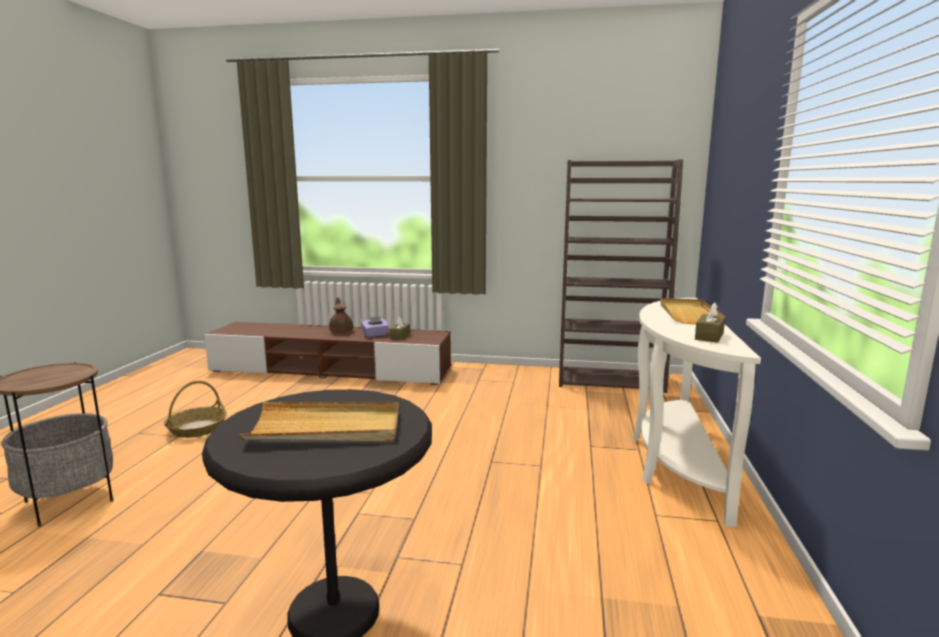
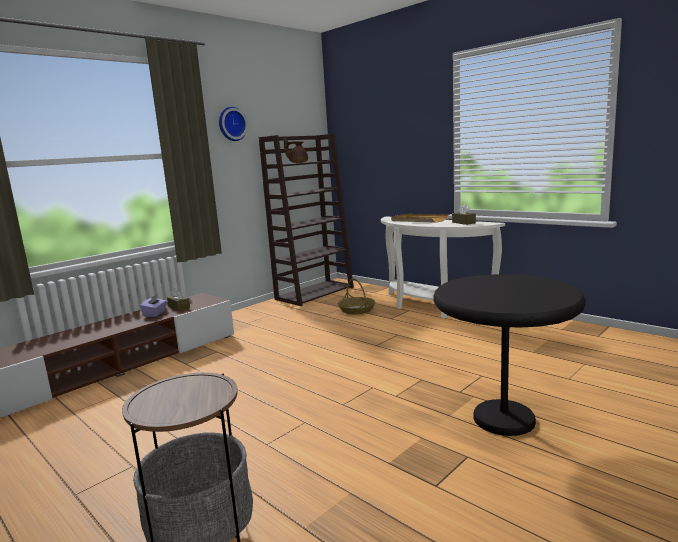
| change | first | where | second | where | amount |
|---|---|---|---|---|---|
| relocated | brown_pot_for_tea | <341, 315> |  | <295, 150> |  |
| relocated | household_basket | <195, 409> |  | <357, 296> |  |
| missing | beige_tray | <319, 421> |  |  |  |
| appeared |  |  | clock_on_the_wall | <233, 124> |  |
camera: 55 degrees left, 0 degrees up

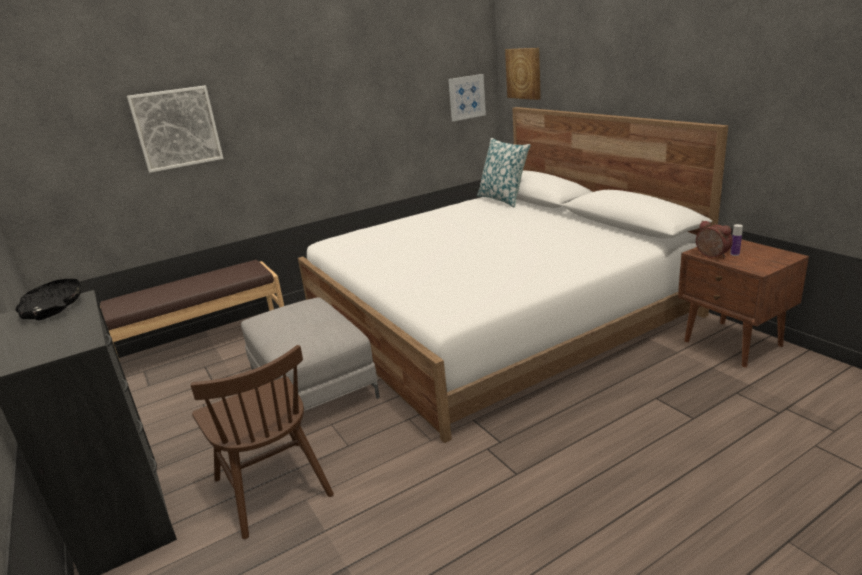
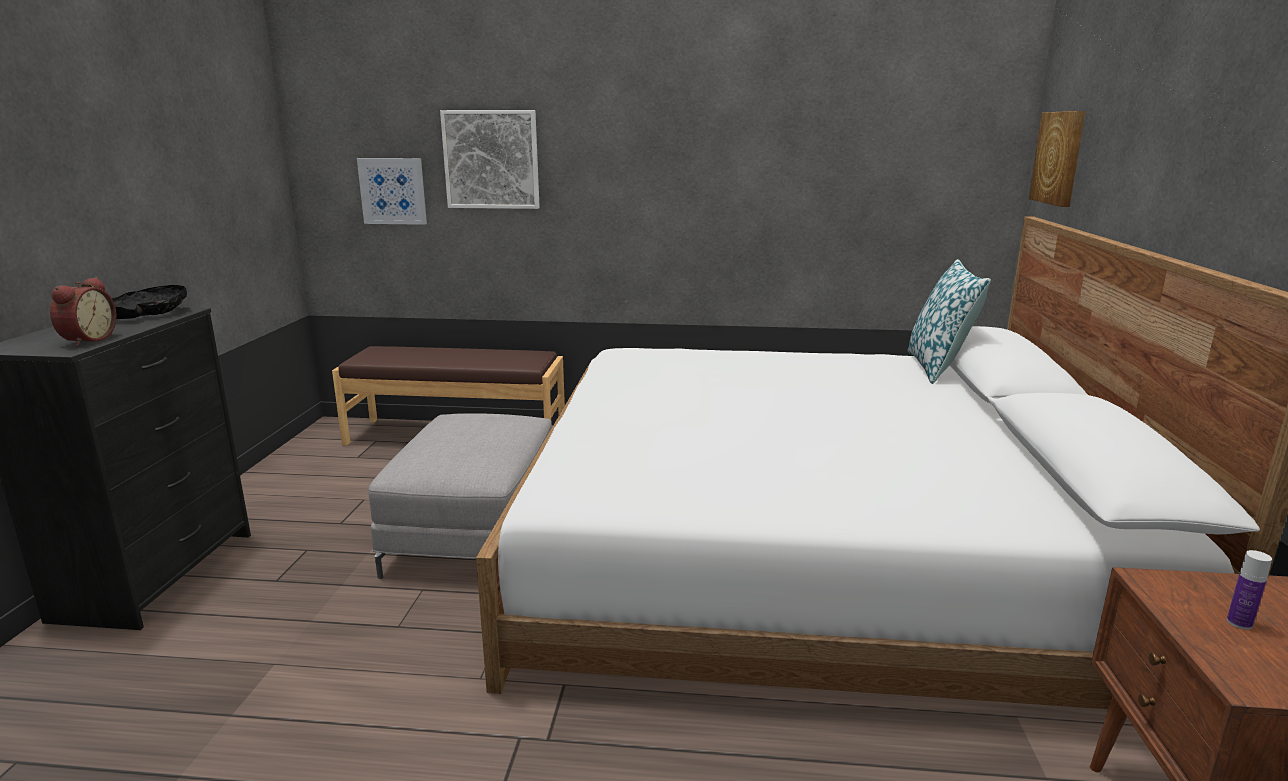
| change | first | where | second | where | amount |
|---|---|---|---|---|---|
| relocated | wall_art | <467, 97> |  | <392, 191> |  |
| relocated | table_clock | <714, 239> |  | <83, 311> |  |
| missing | brown_upright_chair | <262, 442> |  |  |  |
camera: 35 degrees right, 5 degrees down

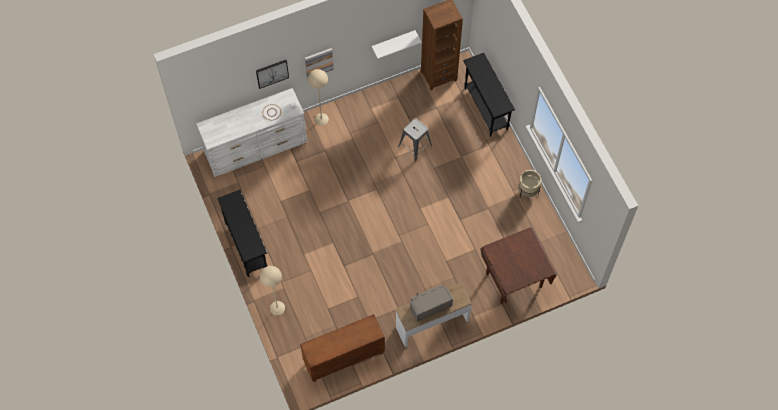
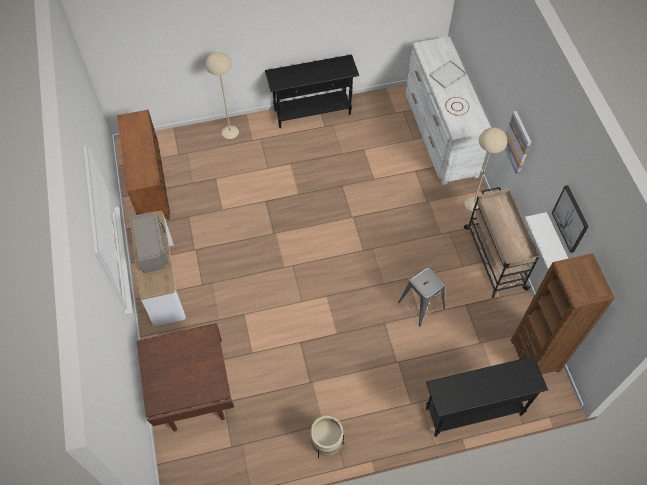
| change | first | where | second | where | amount |
|---|---|---|---|---|---|
| relocated | wall_art | <272, 74> |  | <570, 219> |  |
| appeared |  |  | white-coloured_tray | <448, 74> |  |
| appeared |  |  | beige_trolley | <502, 242> |  |
camera: 100 degrees right, 5 degrees down

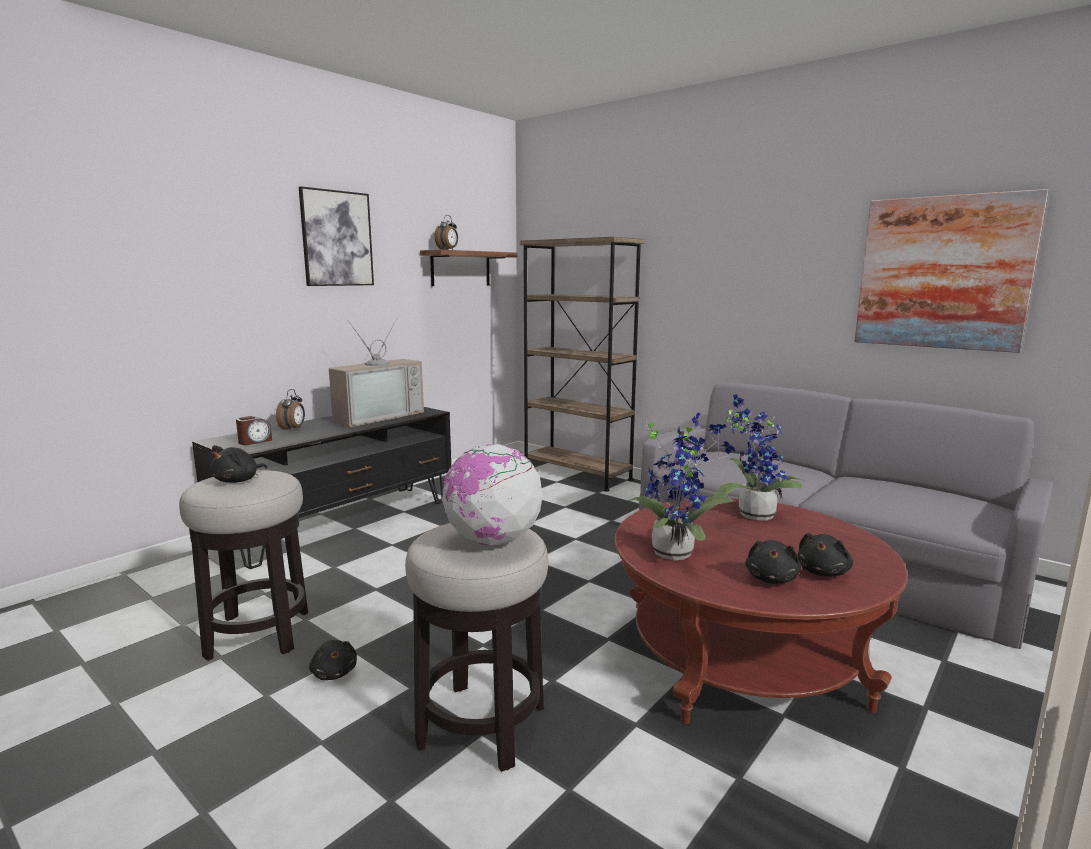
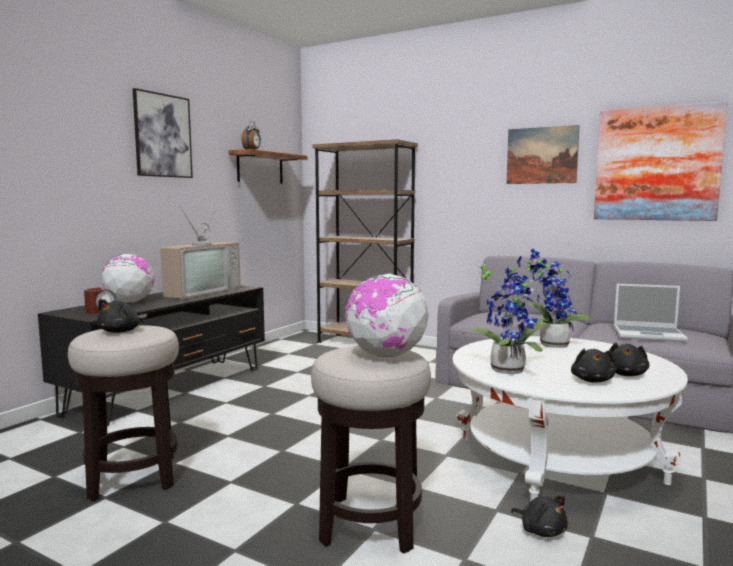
| change | first | where | second | where | amount |
|---|---|---|---|---|---|
| exchanged | table_clock | <290, 410> | globe | <128, 278> |  |
| colour | red-coloured_coffee_table | <761, 611> | white-coloured_coffee_table | <570, 419> |  |
| relocated | black-coloured_soft_toy | <333, 660> |  | <539, 516> |  |
| appeared |  |  | wall_art | <543, 154> |  |
| appeared |  |  | portable_computer | <651, 313> |  |
camera: 10 degrees left, 5 degrees down

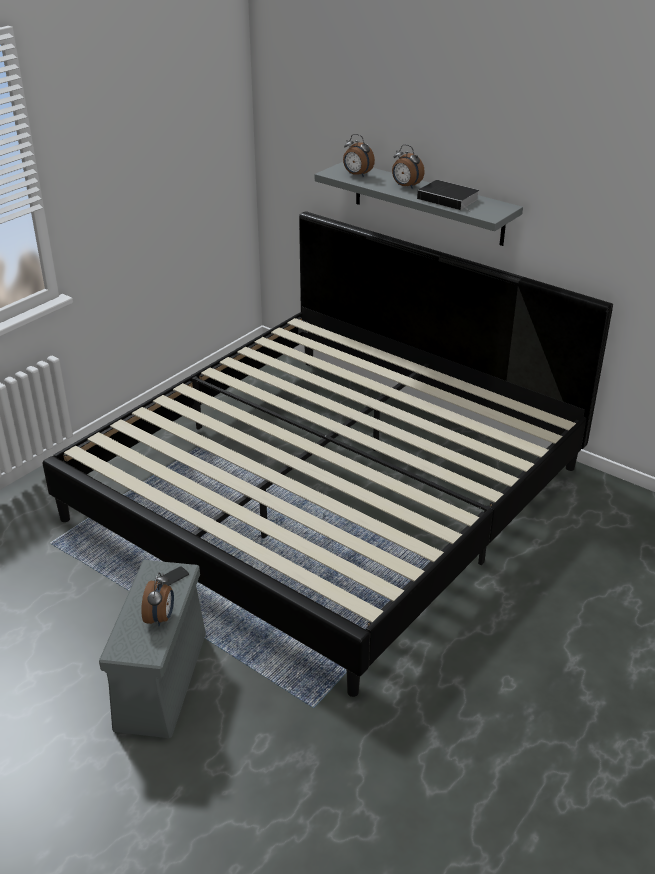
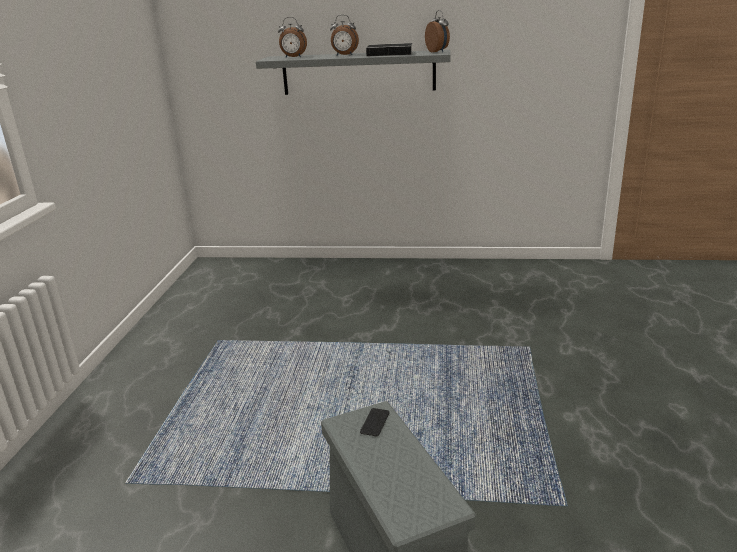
| change | first | where | second | where | amount |
|---|---|---|---|---|---|
| missing | sleeping_bed | <327, 454> |  |  |  |
| relocated | table_clock | <157, 600> |  | <437, 31> |  |
camera: 30 degrees left, 10 degrees down

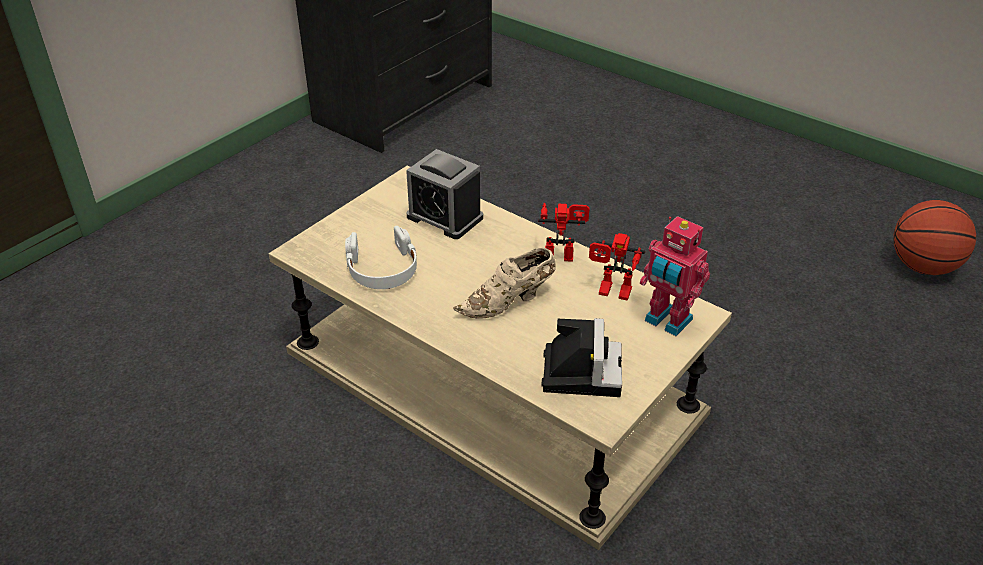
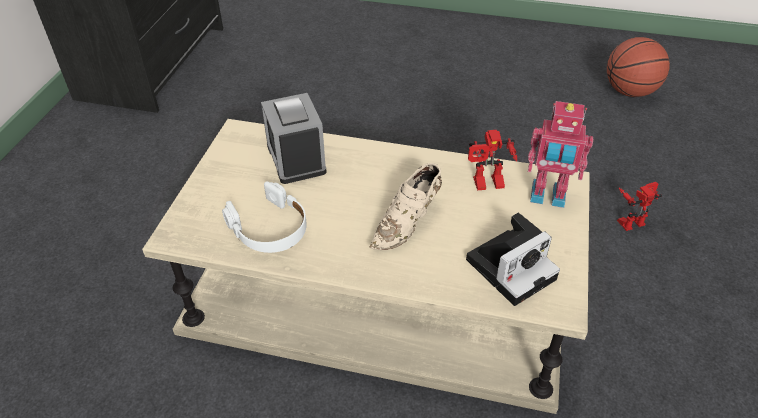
| change | first | where | second | where | amount |
|---|---|---|---|---|---|
| spun | table_clock | <444, 194> |  | <294, 138> | 60 degrees clockwise |
| relocated | robot_figure | <563, 232> |  | <639, 206> |  |
| spun | still_camera | <581, 357> |  | <513, 259> | 75 degrees clockwise |
camera: 25 degrees left, 5 degrees up

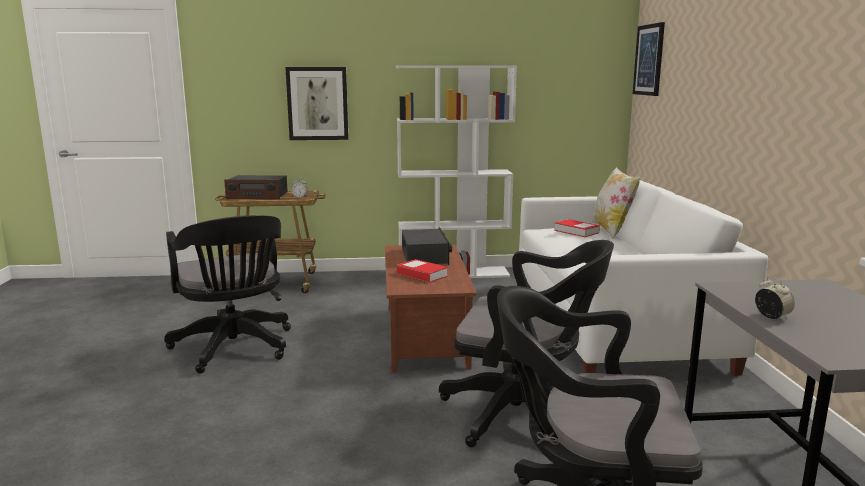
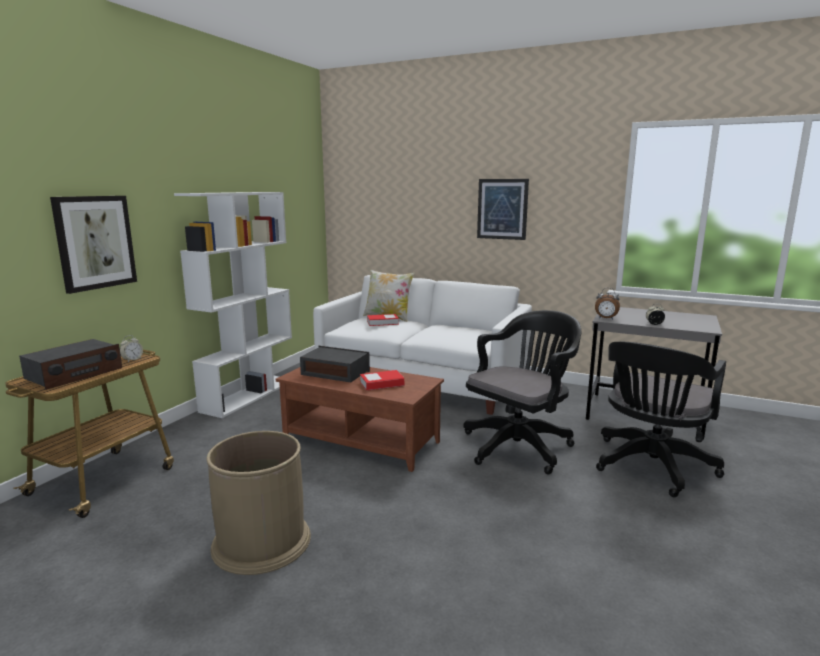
| change | first | where | second | where | amount |
|---|---|---|---|---|---|
| relocated | wall_art | <649, 59> |  | <503, 209> |  |
| exchanged | black-coloured_desk_chair | <227, 294> | brown_trash_can | <258, 503> |  |
| appeared |  |  | table_clock | <607, 304> |  |
camera: 60 degrees left, 0 degrees up

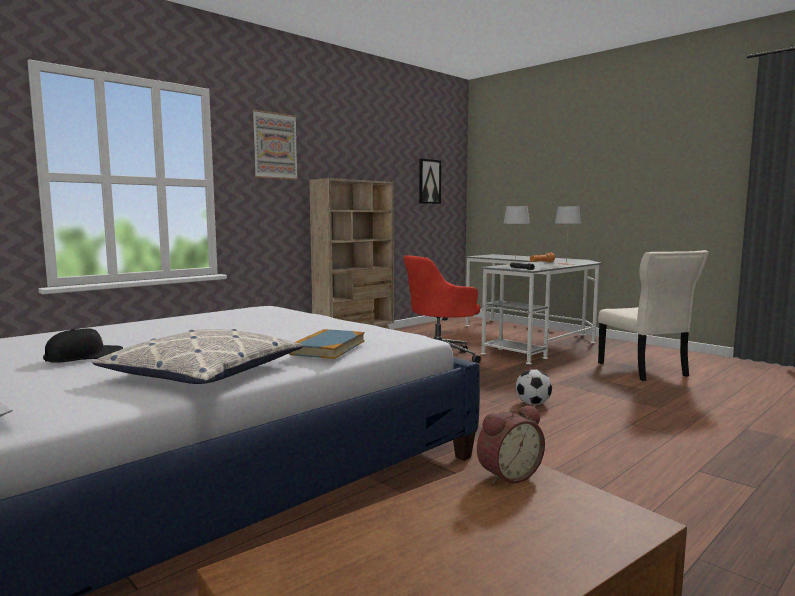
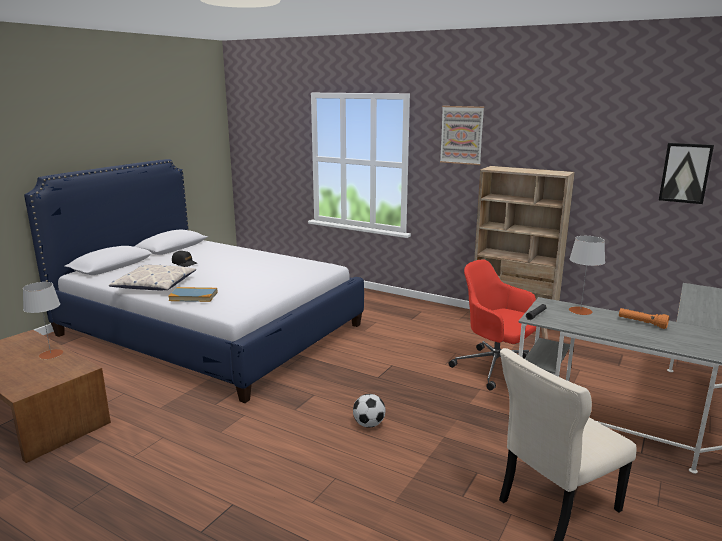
| change | first | where | second | where | amount |
|---|---|---|---|---|---|
| relocated | greyish_tabletop_lamp | <568, 235> |  | <43, 320> |  |
| missing | table_clock | <511, 445> |  |  |  |
camera: 75 degrees right, 10 degrees up

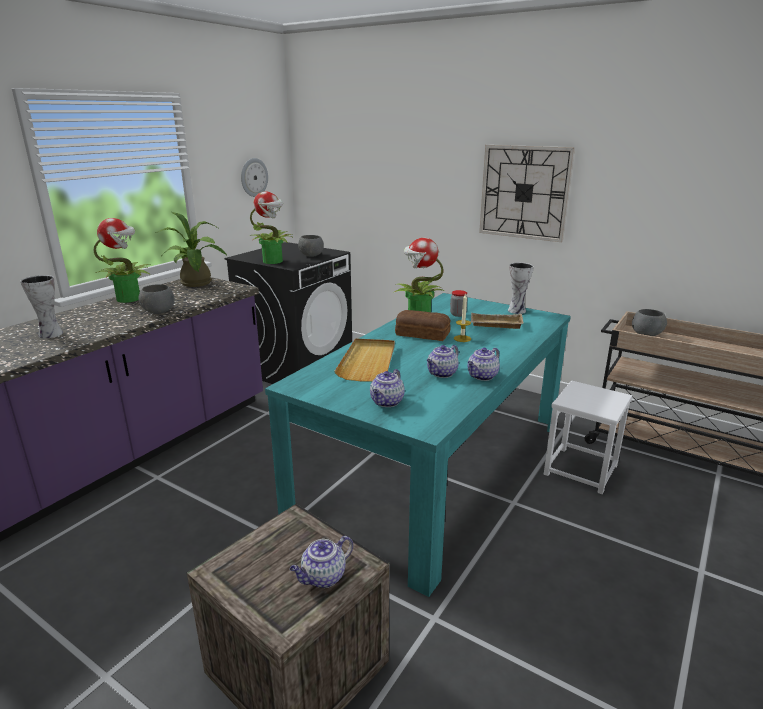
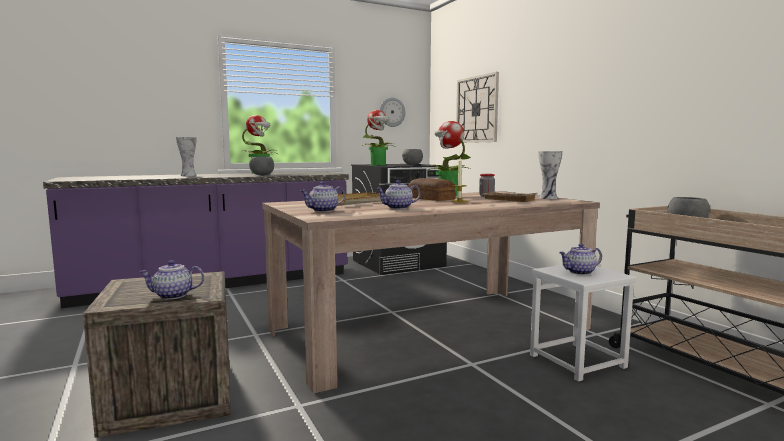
| change | first | where | second | where | amount |
|---|---|---|---|---|---|
| relocated | clock_on_the_wall | <527, 193> |  | <477, 107> |  |
| missing | plant_in_a_pot | <191, 249> |  |  |  |
| colour | turquoise_dining_table | <418, 445> | beige_dining_table | <431, 292> |  |
| relocated | pot_for_tea | <484, 364> |  | <580, 259> |  |
camera: 30 degrees right, 15 degrees down

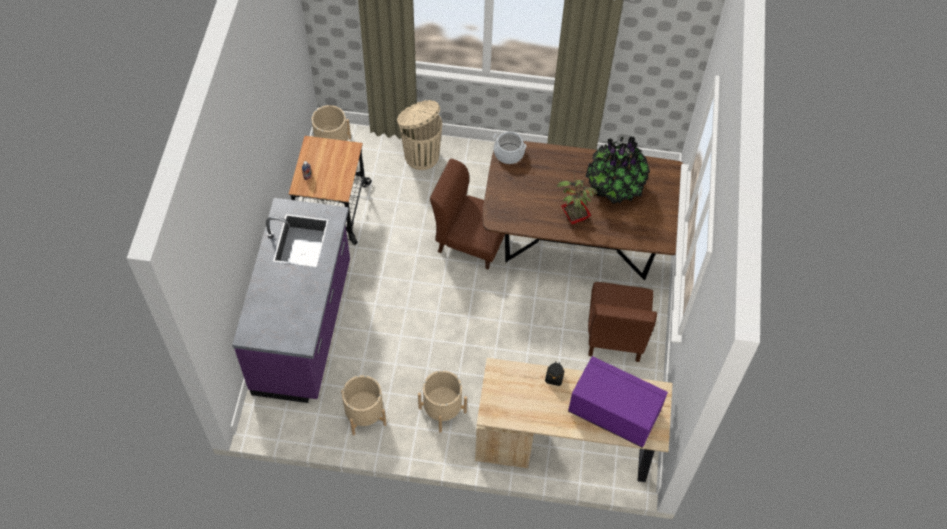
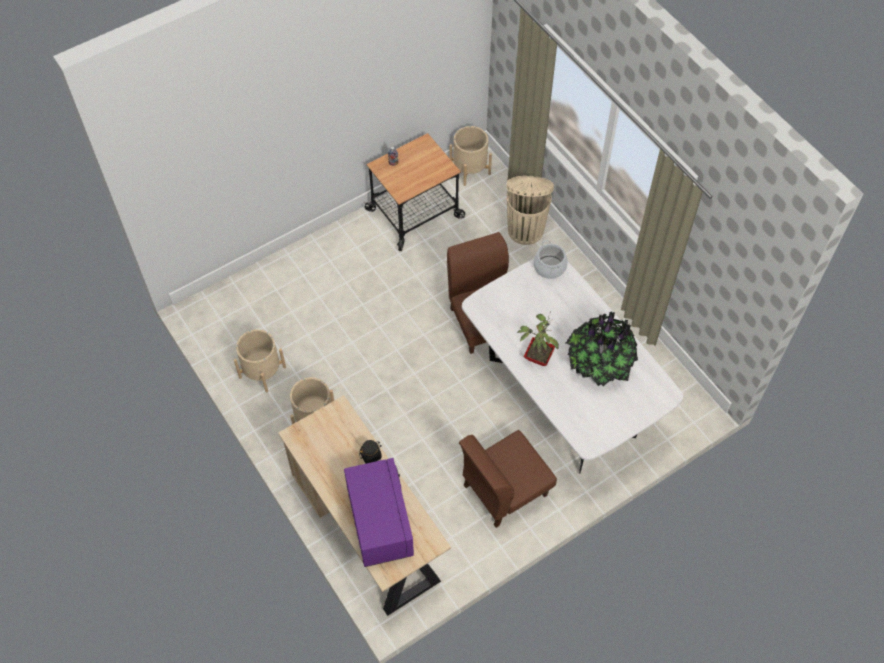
| change | first | where | second | where | amount |
|---|---|---|---|---|---|
| colour | brown_dining_table | <583, 211> | white-coloured_dining_table | <572, 366> |  |
| missing | purple-coloured_kitchen_counter | <291, 300> |  |  |  |
camera: 50 degrees right, 0 degrees up

